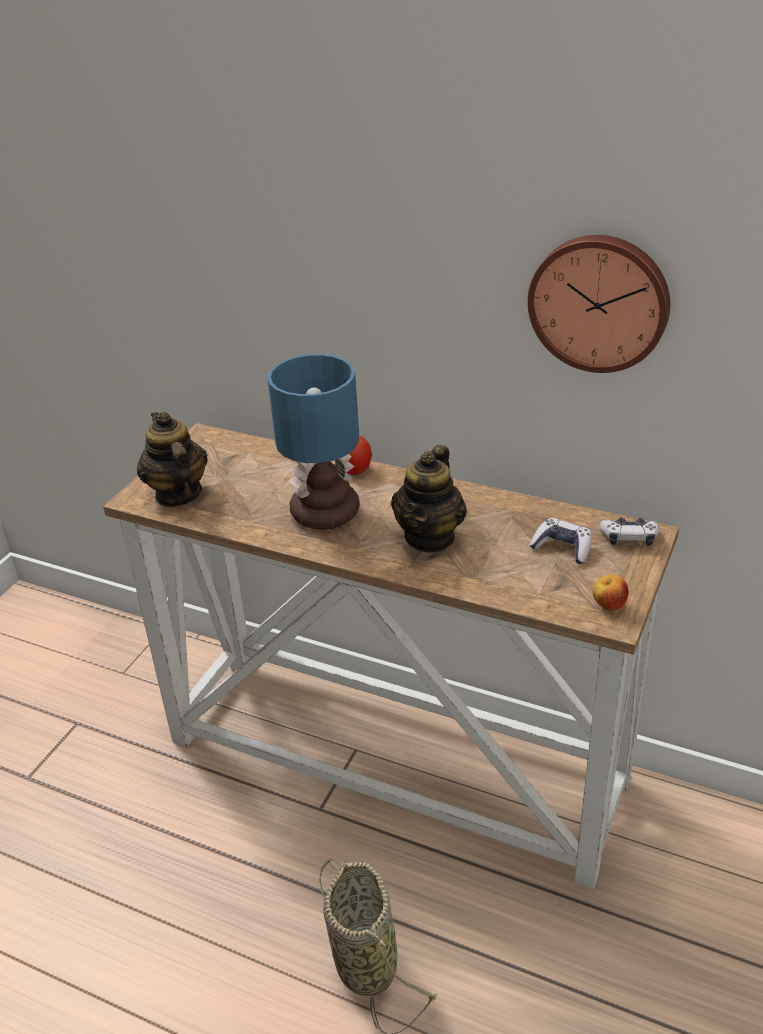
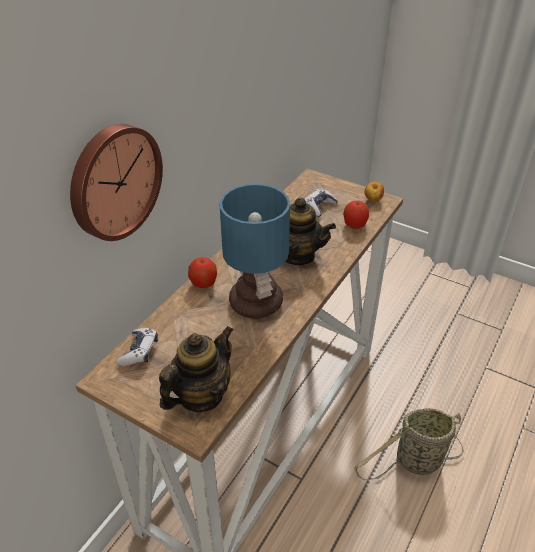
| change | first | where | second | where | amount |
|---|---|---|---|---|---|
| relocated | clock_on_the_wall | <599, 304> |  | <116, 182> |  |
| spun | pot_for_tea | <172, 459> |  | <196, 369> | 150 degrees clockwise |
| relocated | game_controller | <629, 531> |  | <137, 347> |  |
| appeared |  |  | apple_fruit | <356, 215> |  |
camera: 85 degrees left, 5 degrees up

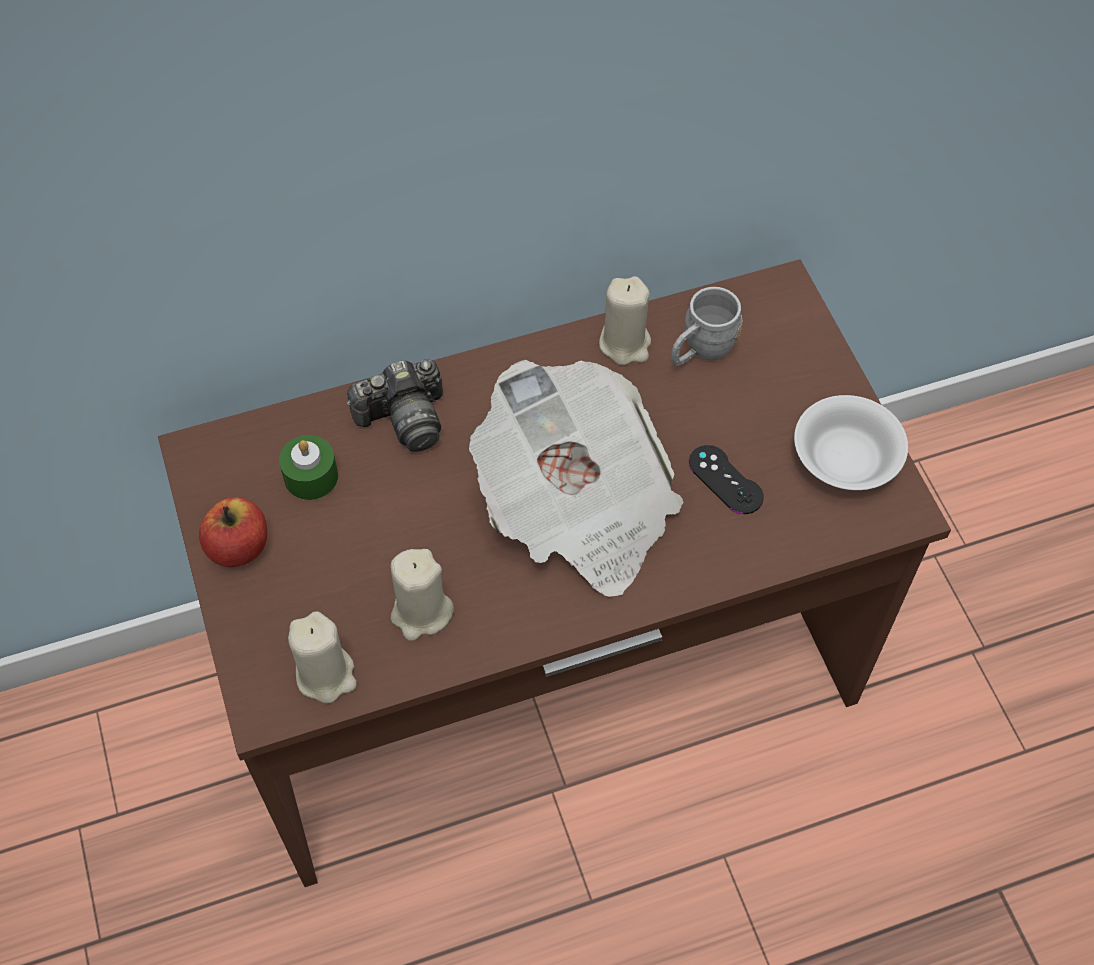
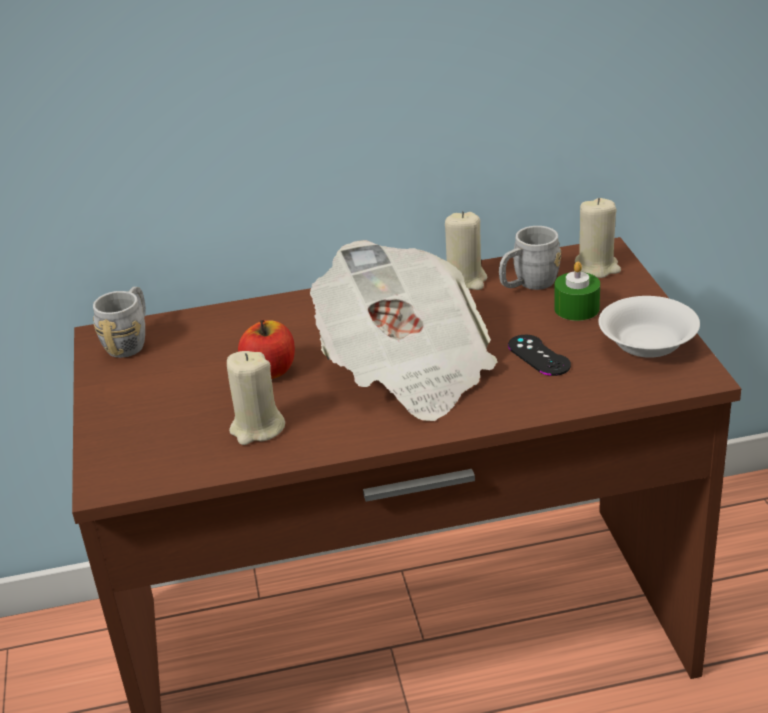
| change | first | where | second | where | amount |
|---|---|---|---|---|---|
| missing | still_camera | <395, 405> |  |  |  |
| relocated | green_wax_candle | <308, 467> |  | <577, 291> |  |
| relocated | apple_fruit | <233, 532> |  | <266, 349> |  |
| relocated | beige_wax_candle | <322, 657> |  | <598, 238> |  |
| appeared |  |  | greyish_tea_mug | <119, 322> |  |
camera: 10 degrees right, 25 degrees down

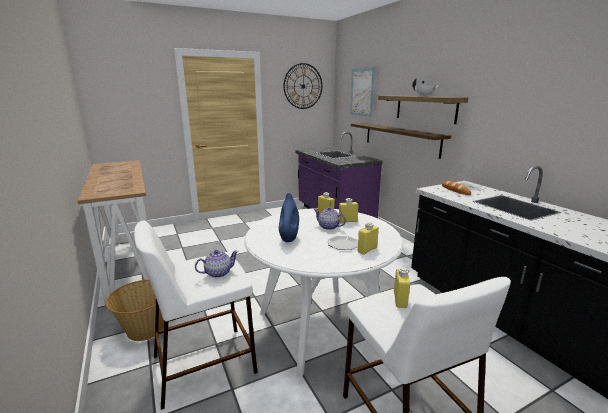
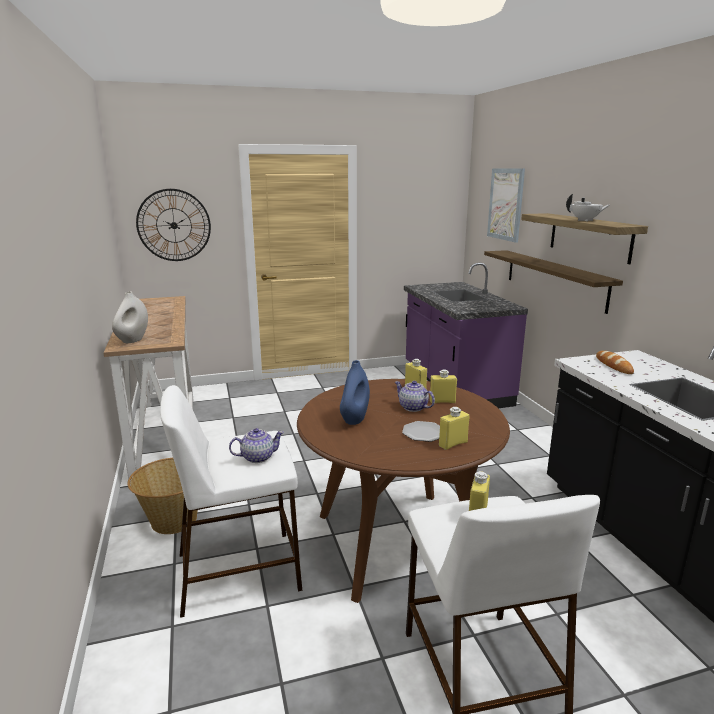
| change | first | where | second | where | amount |
|---|---|---|---|---|---|
| relocated | clock_on_the_wall | <302, 86> |  | <173, 225> |  |
| colour | white-coloured_dining_table | <324, 292> | brown_dining_table | <403, 491> |  |
| appeared |  |  | white-coloured_vase | <130, 317> |  |
camera: 10 degrees right, 0 degrees up

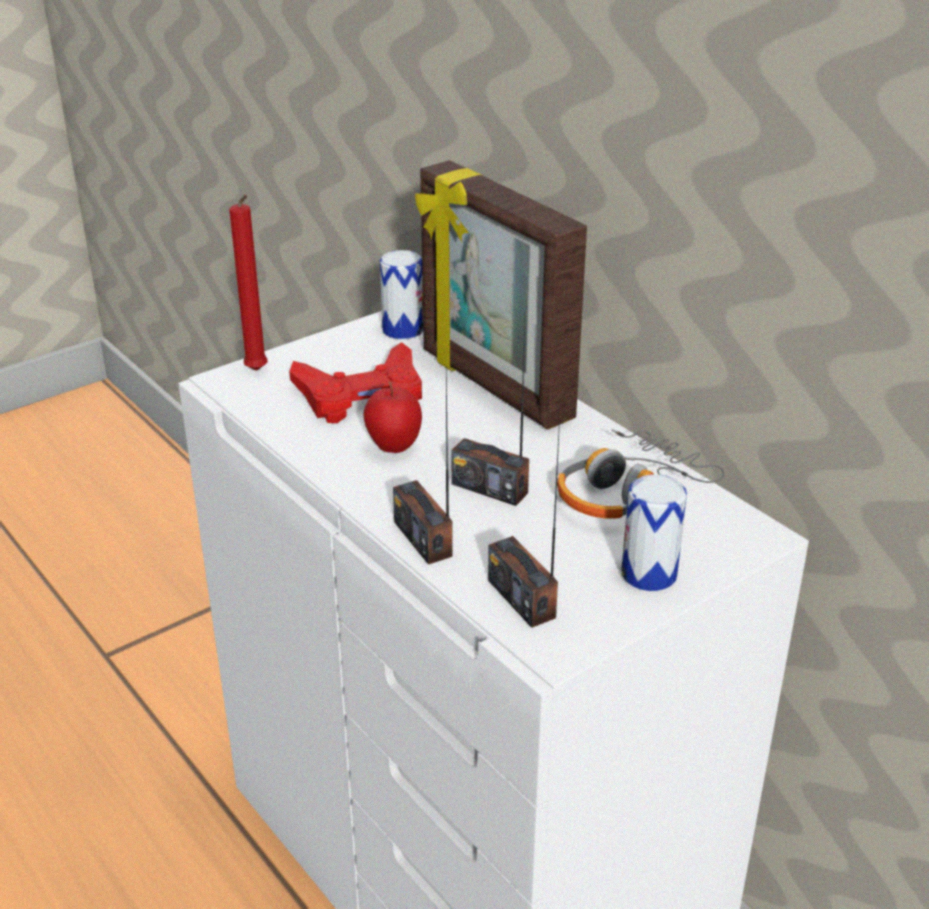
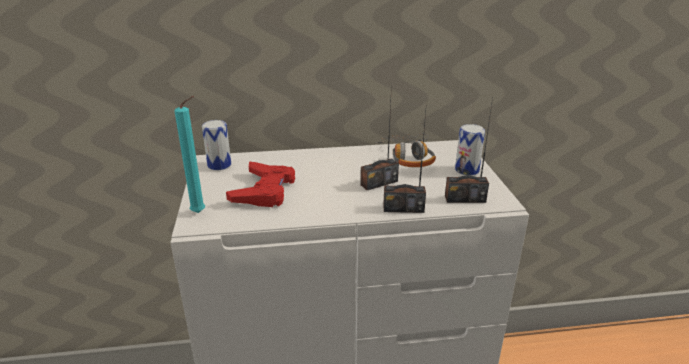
| change | first | where | second | where | amount |
|---|---|---|---|---|---|
| missing | picture_frame | <501, 295> |  |  |  |
| colour | red-coloured_wax_candle | <248, 283> | turquoise_wax_candle | <189, 154> |  |
| missing | apple_fruit | <393, 417> |  |  |  |
camera: 60 degrees left, 5 degrees down

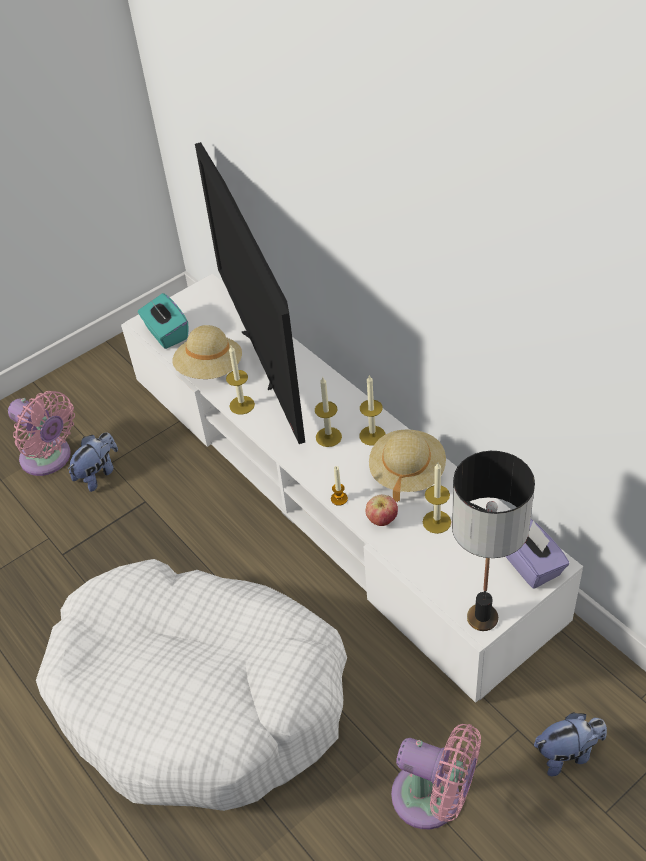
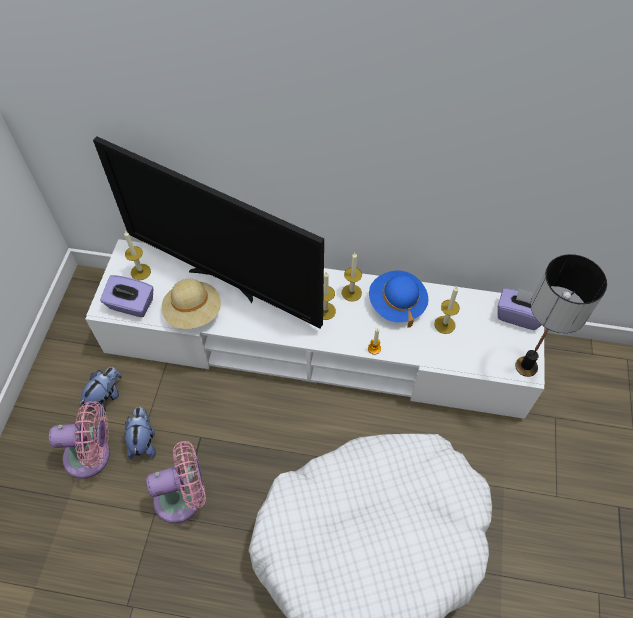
| change | first | where | second | where | amount |
|---|---|---|---|---|---|
| colour | turquoise_box_of_tissues | <163, 321> | purple-coloured_box_of_tissues | <126, 296> |  |
| relocated | wax_candle | <240, 380> |  | <137, 255> |  |
| colour | beige_clothing_hat | <407, 465> | blue_clothing_hat | <398, 299> |  |
| missing | apple_fruit | <381, 510> |  |  |  |
| relocated | soft_toy | <570, 744> |  | <100, 391> |  |
| relocated | pink_fan | <436, 776> |  | <176, 482> |  |
camera: 45 degrees left, 10 degrees up

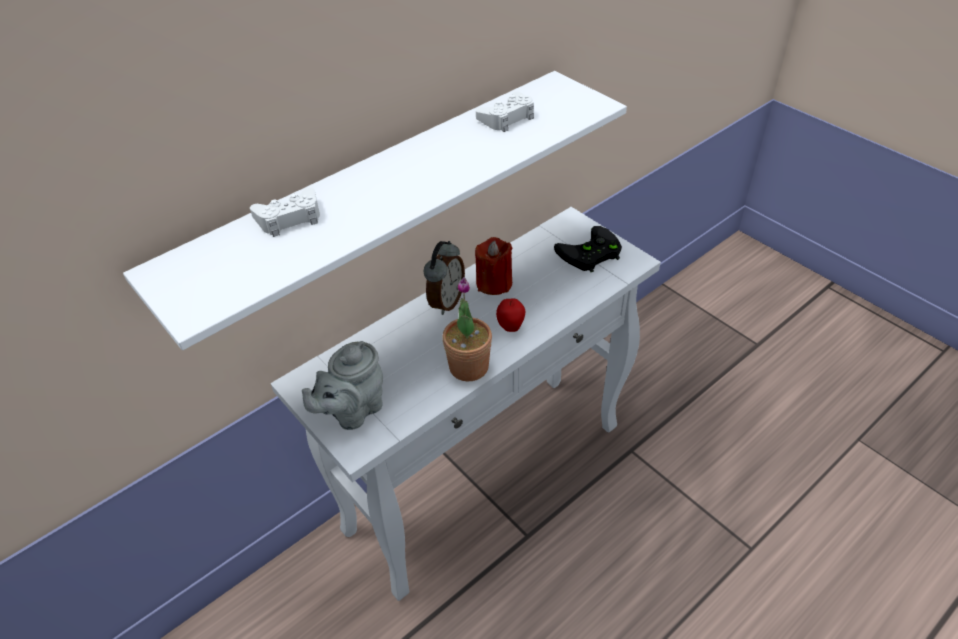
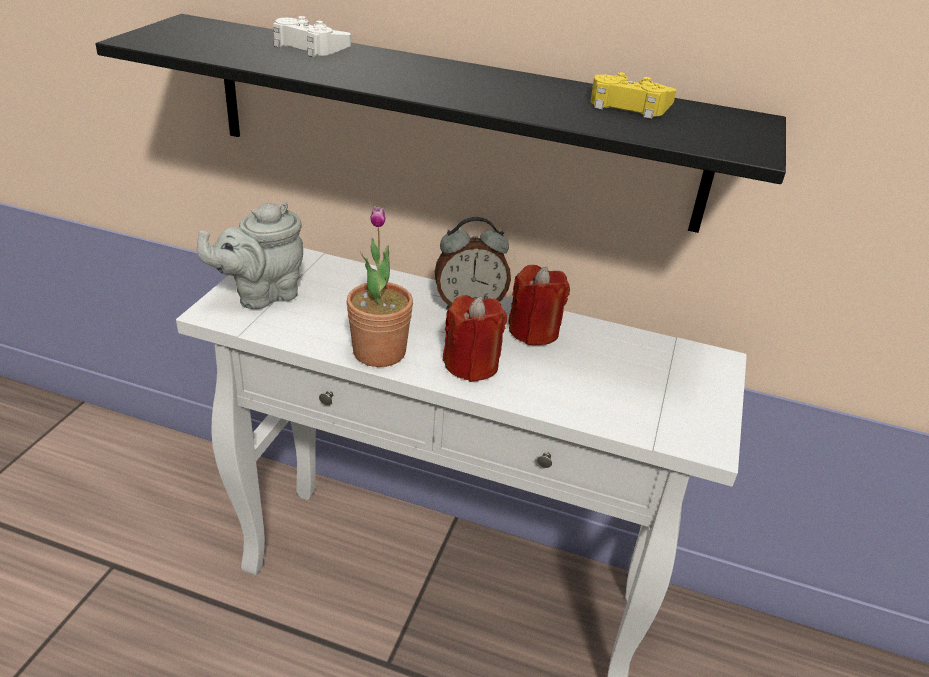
| change | first | where | second | where | amount |
|---|---|---|---|---|---|
| colour | white-coloured_wall_shelf | <375, 210> | black-coloured_wall_shelf | <441, 123> |  |
| colour | white-coloured_game_controller | <505, 112> | yellowish_game_controller | <633, 95> |  |
| missing | black-coloured_game_controller | <588, 249> |  |  |  |
| exchanged | apple_fruit | <510, 315> | red-coloured_wax_candle | <475, 338> |  |
| spun | greyish_pot_for_tea | <342, 385> |  | <250, 255> | 45 degrees counterclockwise |
camera: 55 degrees right, 10 degrees down

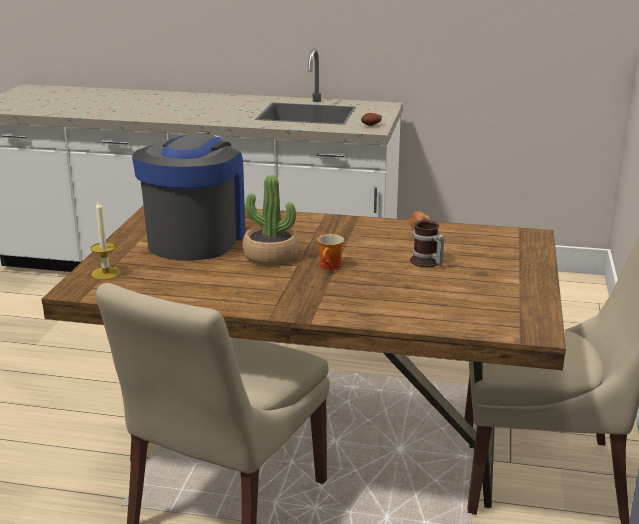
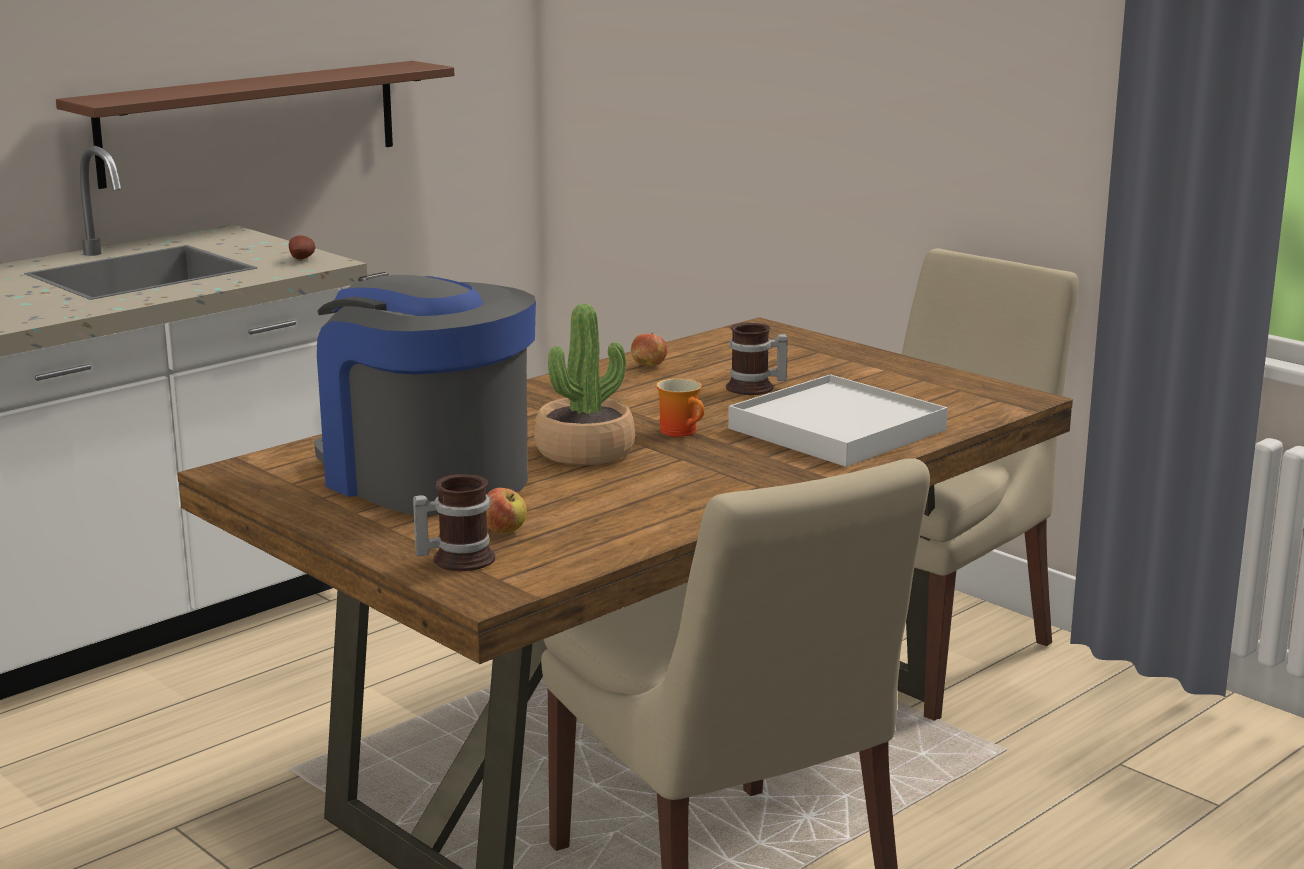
| change | first | where | second | where | amount |
|---|---|---|---|---|---|
| exchanged | wax_candle | <106, 240> | tea_mug | <454, 522> |  |
| appeared |  |  | brown_wall_shelf | <255, 125> |  |
| appeared |  |  | white-coloured_tray | <838, 420> |  |
| appeared |  |  | apple_fruit | <506, 511> |  |
camera: 55 degrees left, 5 degrees down

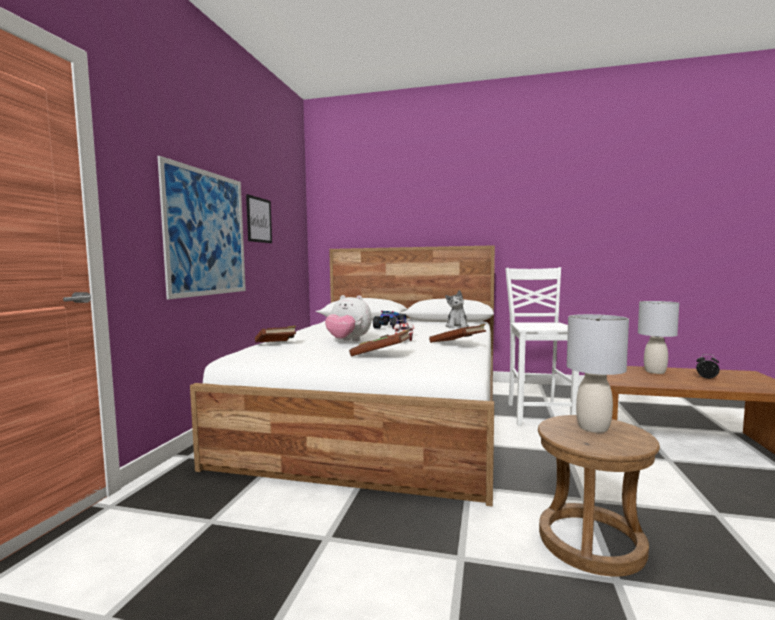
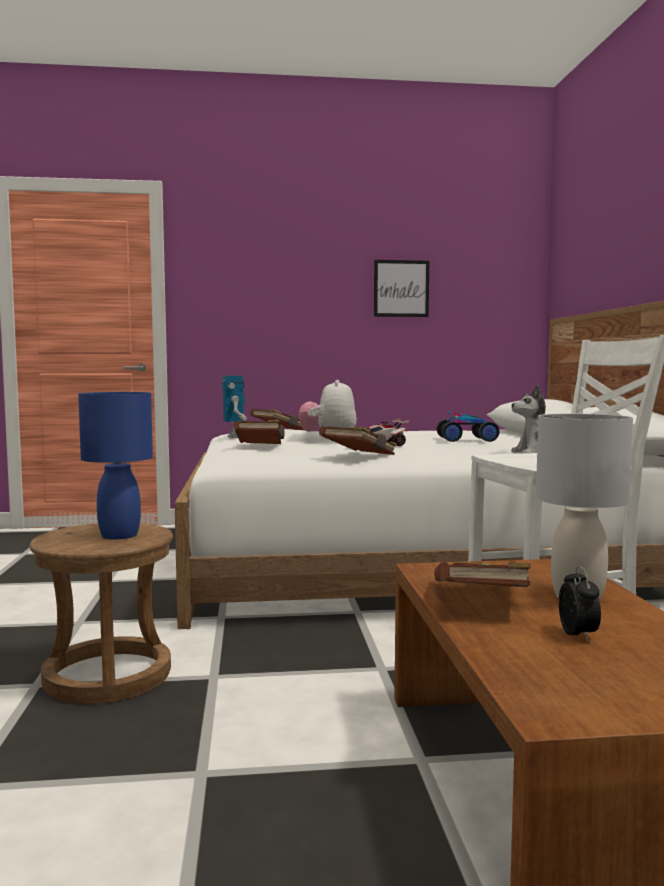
| change | first | where | second | where | amount |
|---|---|---|---|---|---|
| missing | wall_art | <201, 227> |  |  |  |
| colour | greyish_tabletop_lamp | <598, 373> | blue_tabletop_lamp | <115, 466> |  |
| appeared |  |  | robot_figure | <234, 407> |  |
| appeared |  |  | brown_volume | <482, 574> |  |
camera: 70 degrees right, 0 degrees up

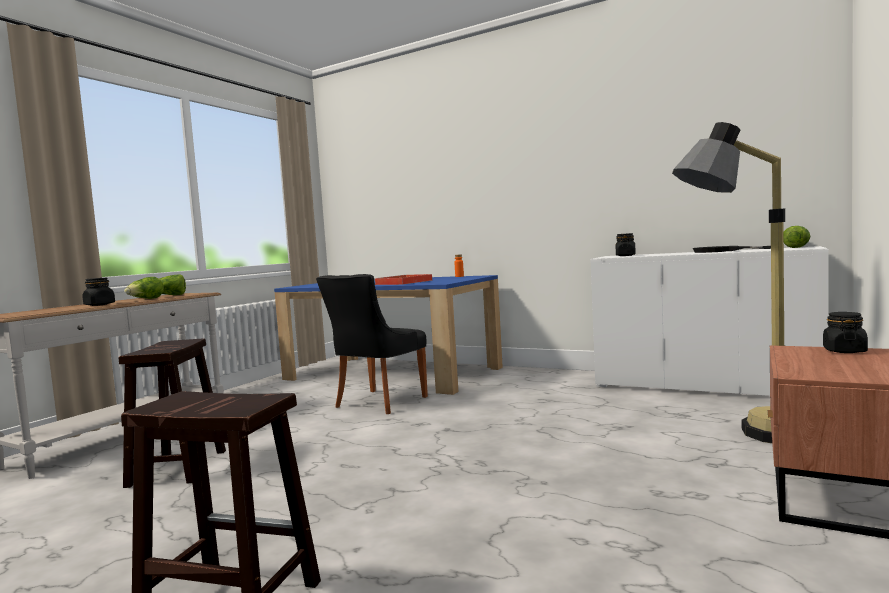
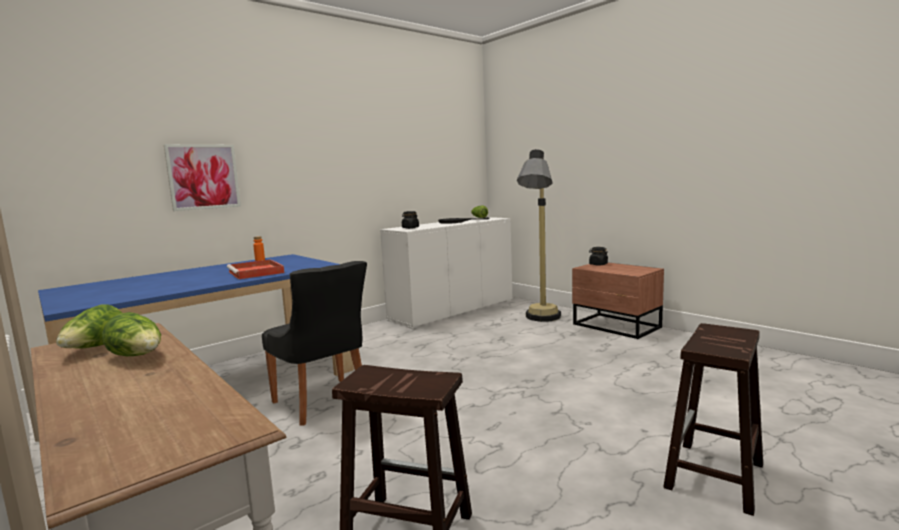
| change | first | where | second | where | amount |
|---|---|---|---|---|---|
| missing | black-coloured_storage_jar | <98, 292> |  |  |  |
| appeared |  |  | wall_art | <202, 177> |  |
camera: 70 degrees left, 5 degrees up

